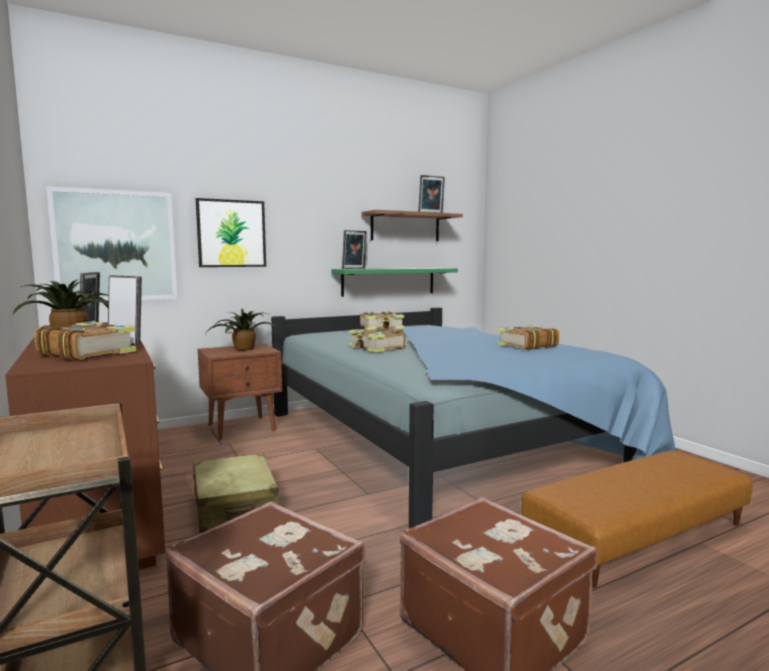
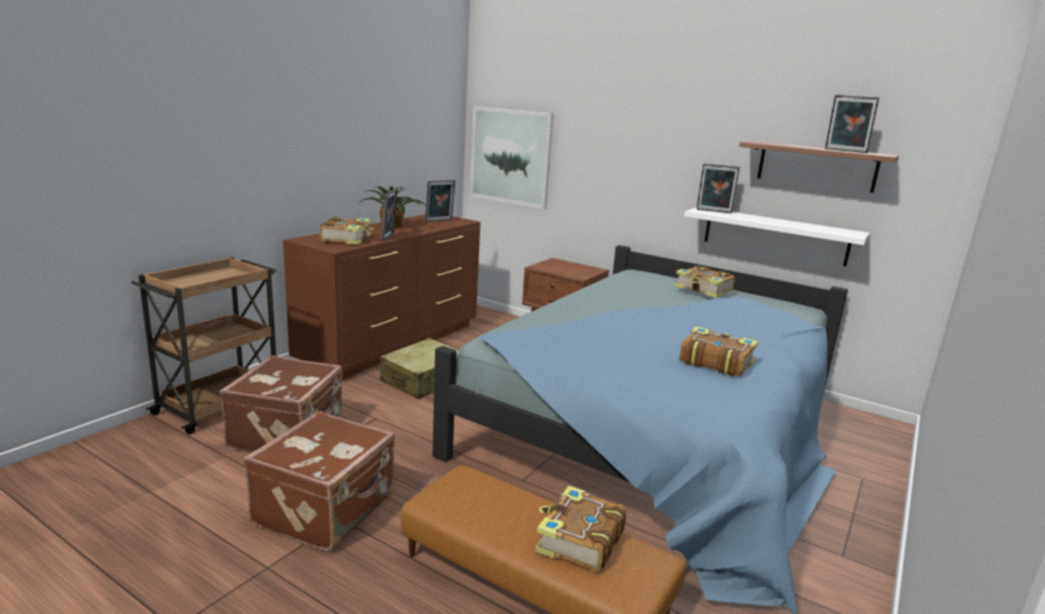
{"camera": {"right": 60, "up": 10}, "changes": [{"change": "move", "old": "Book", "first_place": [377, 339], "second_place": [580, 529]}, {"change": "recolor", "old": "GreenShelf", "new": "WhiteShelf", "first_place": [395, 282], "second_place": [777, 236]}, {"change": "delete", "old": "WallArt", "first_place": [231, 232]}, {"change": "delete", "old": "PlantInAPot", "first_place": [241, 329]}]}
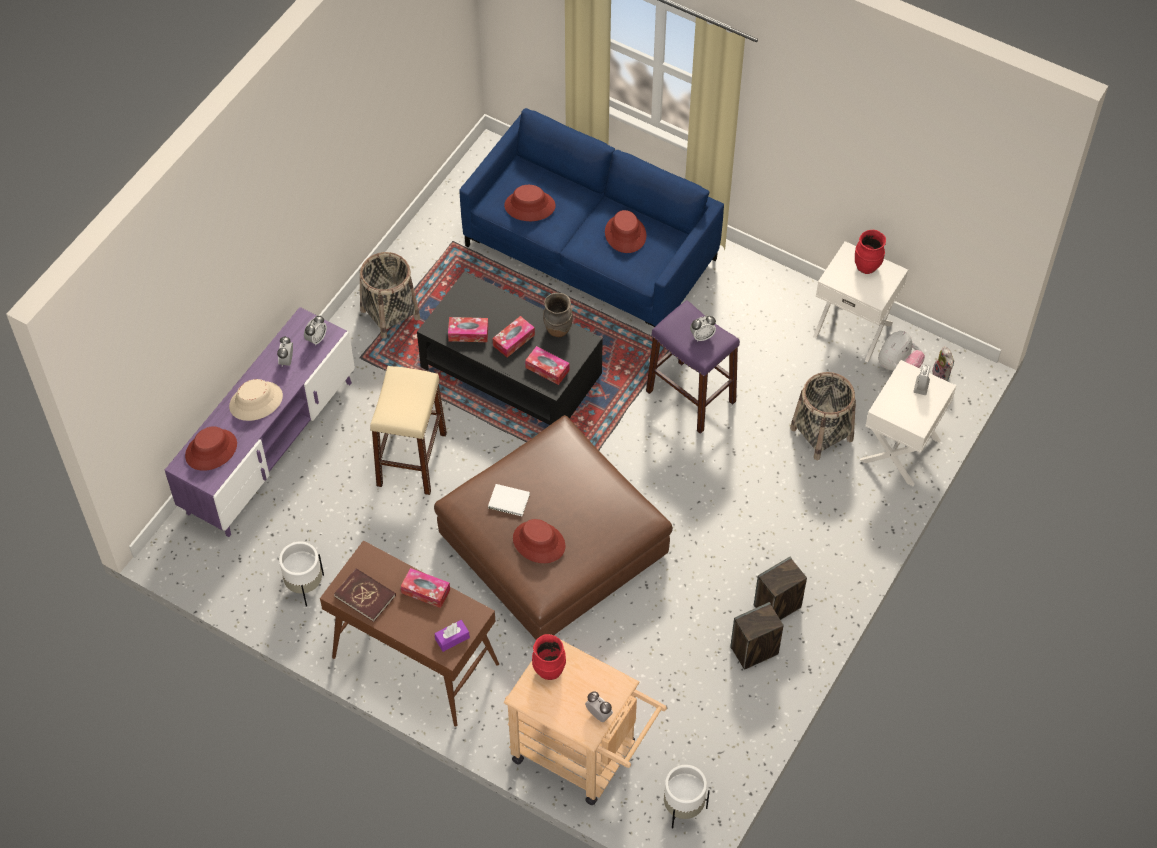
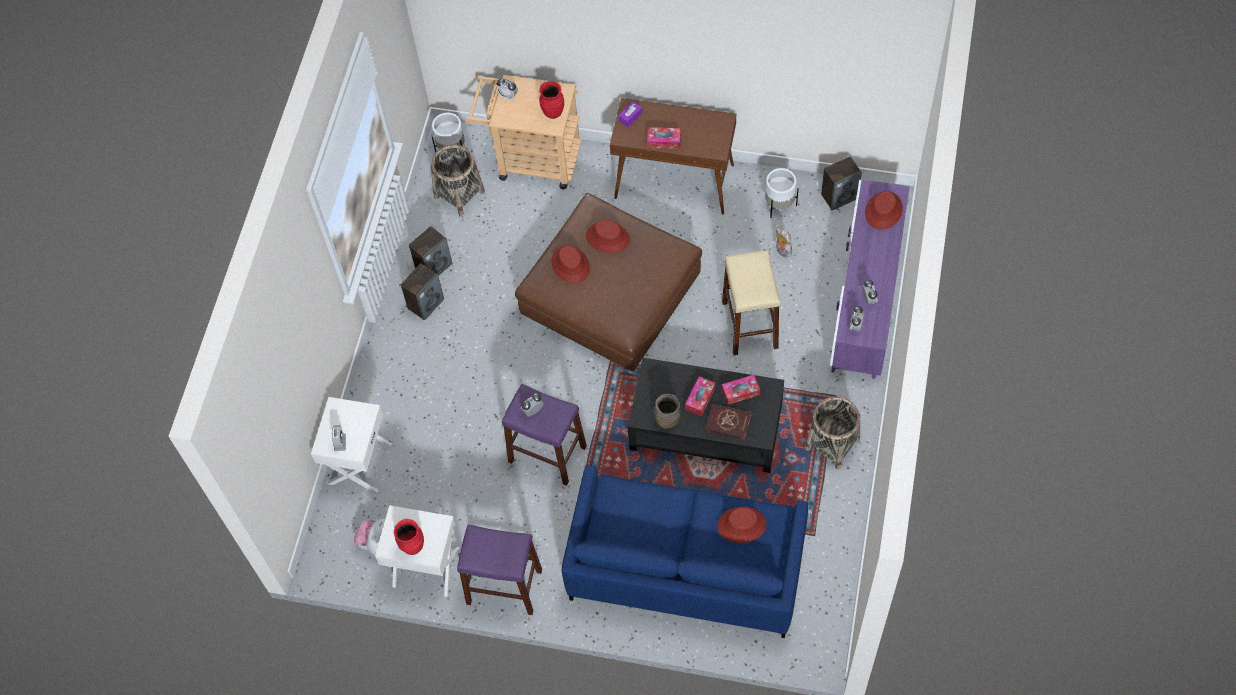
{"camera": {"right": 165, "up": 5}, "changes": [{"change": "move", "old": "Basket", "first_place": [823, 416], "second_place": [458, 180]}, {"change": "insert", "new": "PurpleStoolSeat", "second_place": [499, 570]}, {"change": "move", "old": "RedClothingHat", "first_place": [625, 231], "second_place": [570, 264]}, {"change": "move", "old": "RedBook", "first_place": [365, 595], "second_place": [728, 422]}, {"change": "move", "old": "SoftToy", "first_place": [943, 363], "second_place": [784, 242]}, {"change": "insert", "new": "Speaker", "second_place": [841, 183]}, {"change": "delete", "old": "BeigeColouredClothingHat", "first_place": [256, 400]}, {"change": "delete", "old": "WhiteBook", "first_place": [509, 500]}, {"change": "delete", "old": "BoxOfTissues", "first_place": [547, 365]}]}
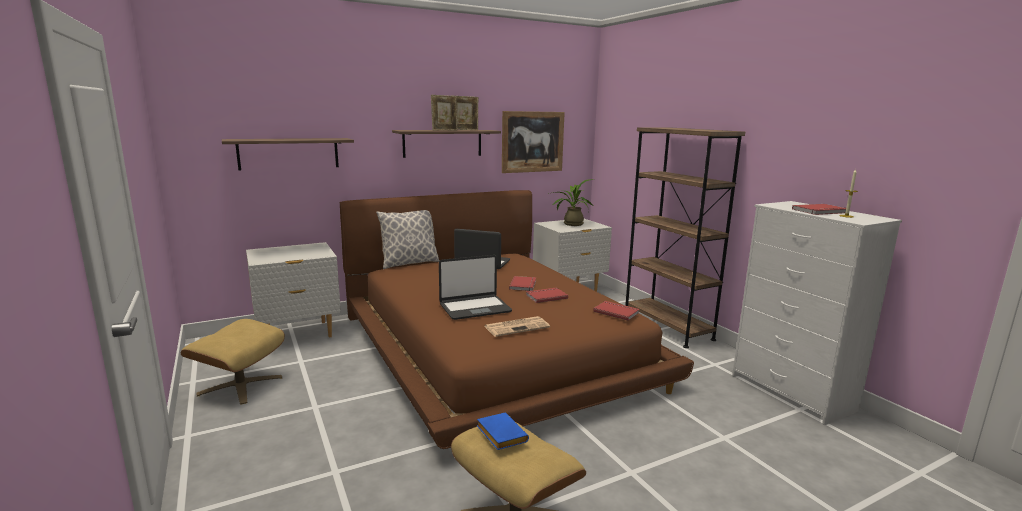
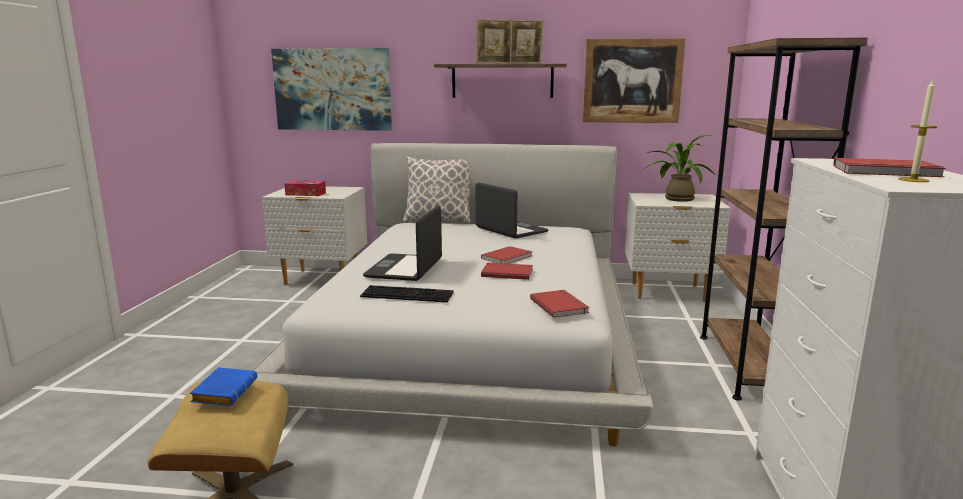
{"camera": {"right": 35, "up": 0}, "changes": [{"change": "recolor", "old": "BrownishBed", "new": "WhiteBed", "first_place": [516, 319], "second_place": [452, 294]}, {"change": "replace", "old": "Shelf", "new": "WallArt", "first_place": [288, 154], "second_place": [331, 89]}, {"change": "insert", "new": "BoxOfTissues", "second_place": [305, 188]}, {"change": "replace", "old": "PrintedPaper", "new": "Keyboard", "first_place": [517, 326], "second_place": [407, 293]}, {"change": "rotate", "old": "Laptop", "first_place": [475, 287], "second_place": [402, 243], "degrees": 90}, {"change": "delete", "old": "BeigeColouredPouffe", "first_place": [233, 362]}]}
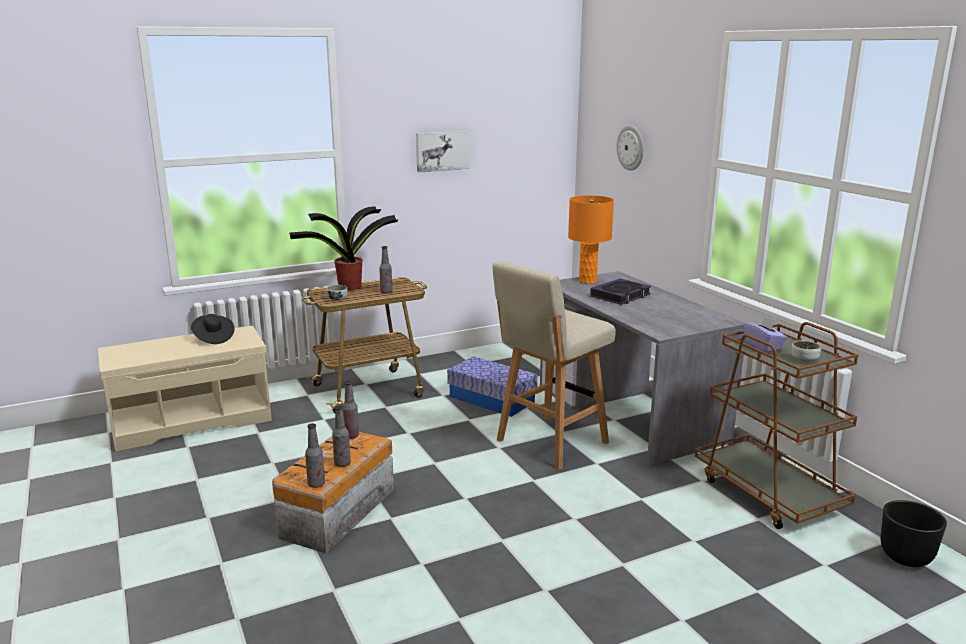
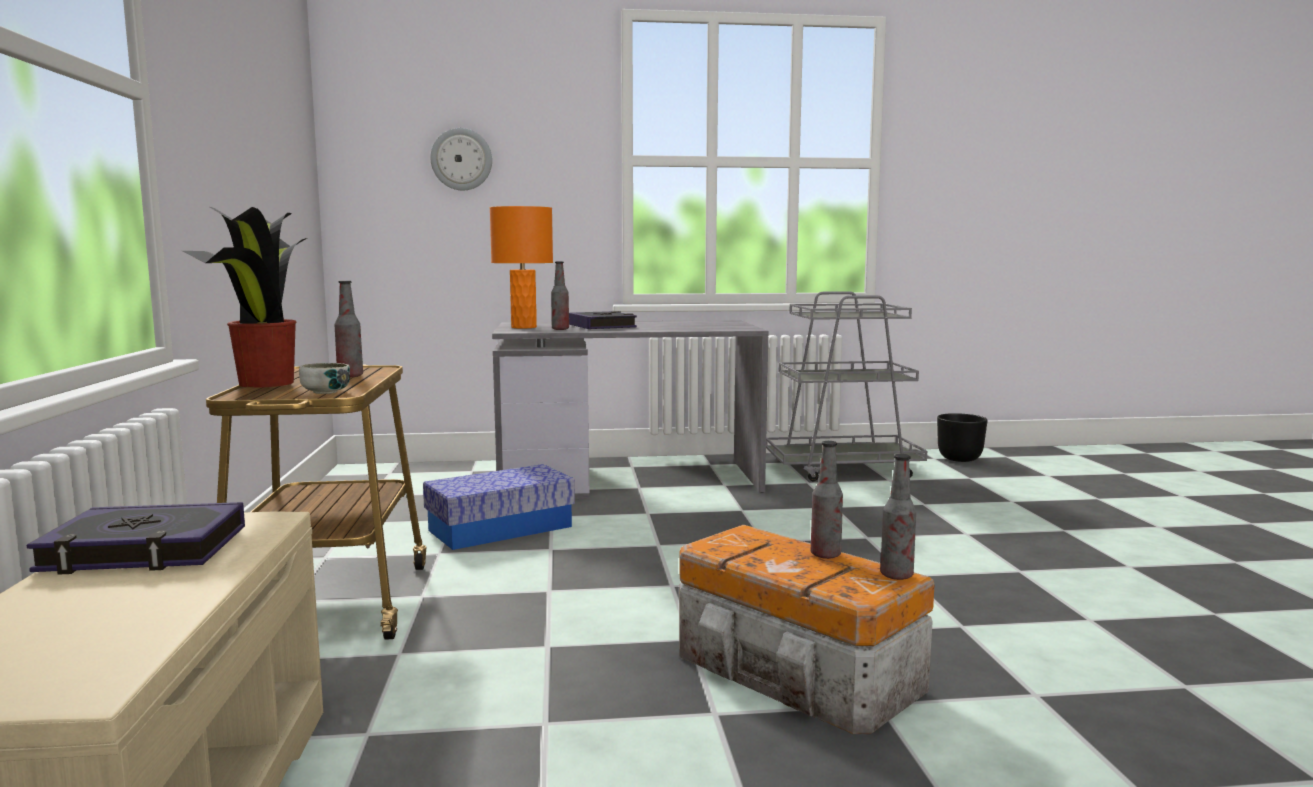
{"camera": {"right": -70, "up": -10}, "changes": [{"change": "replace", "old": "BlackClothingHat", "new": "Book", "first_place": [213, 329], "second_place": [136, 538]}, {"change": "move", "old": "Bottle", "first_place": [351, 410], "second_place": [560, 295]}, {"change": "recolor", "old": "BrownishCart", "new": "GrayCart", "first_place": [776, 425], "second_place": [846, 386]}, {"change": "delete", "old": "WallArt", "first_place": [442, 152]}, {"change": "delete", "old": "BeigeColouredStoolSeat", "first_place": [554, 365]}, {"change": "delete", "old": "PurpleBoxOfTissues", "first_place": [765, 334]}, {"change": "delete", "old": "ServingBowl", "first_place": [806, 351]}]}
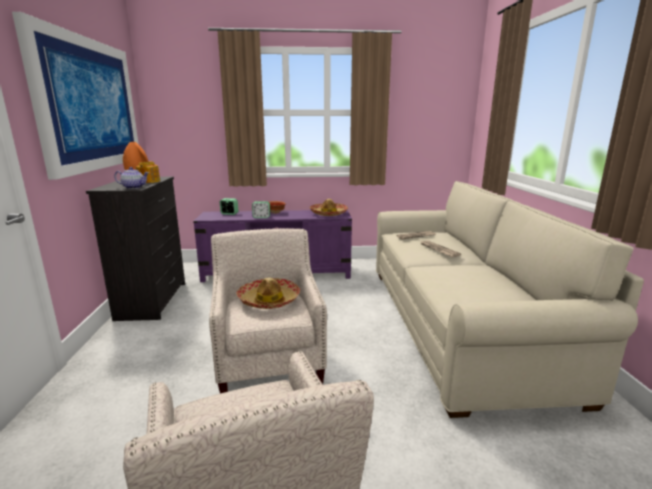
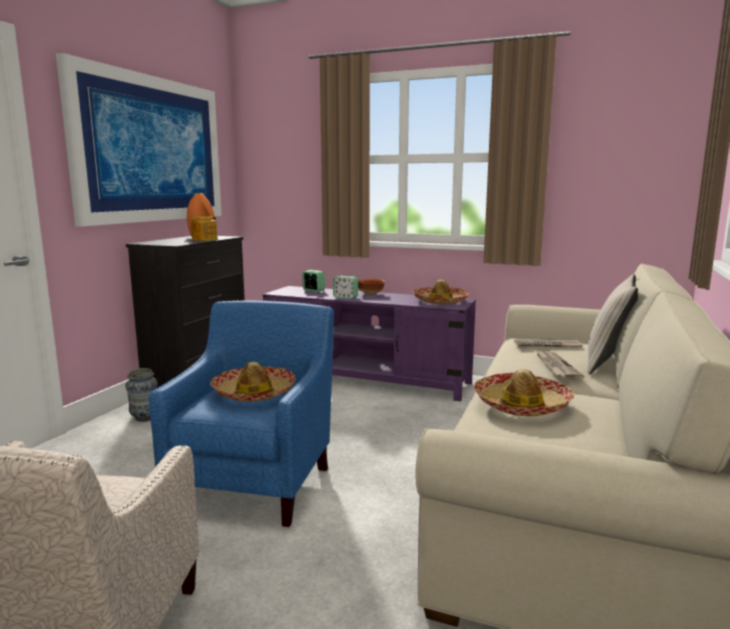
{"camera": {"right": 25, "up": -5}, "changes": [{"change": "insert", "new": "Vase", "second_place": [142, 395]}, {"change": "recolor", "old": "BeigeColouredEasyChair", "new": "BlueEasyChair", "first_place": [268, 310], "second_place": [241, 413]}, {"change": "insert", "new": "ClothingHat", "second_place": [524, 392]}, {"change": "insert", "new": "BeigeColouredThrowPillow", "second_place": [613, 324]}, {"change": "delete", "old": "PotForTea", "first_place": [131, 178]}]}
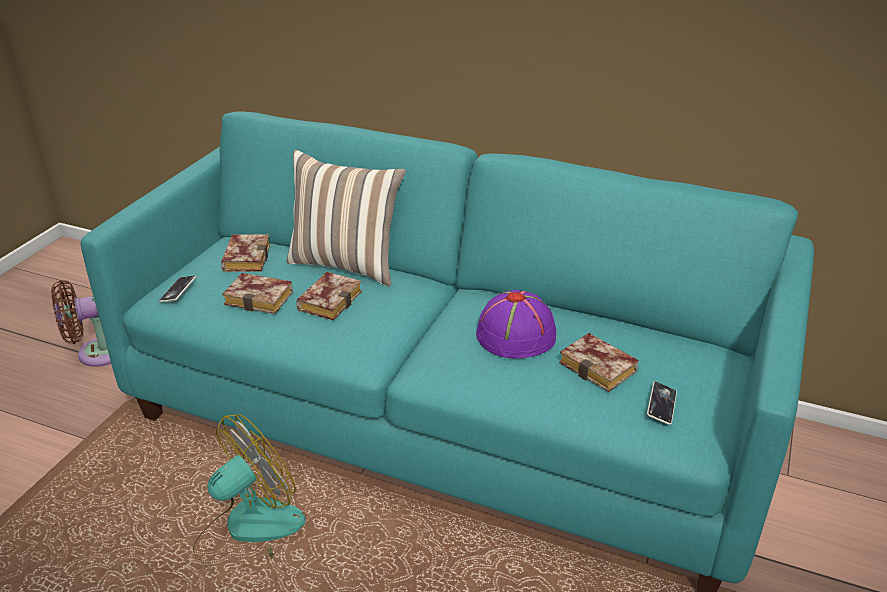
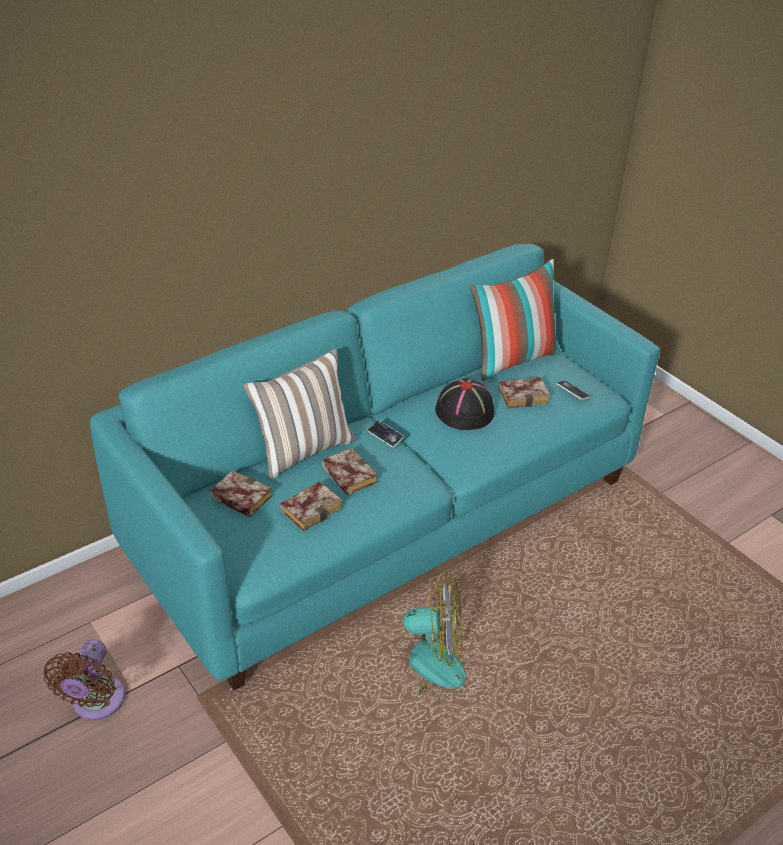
{"camera": {"right": -60, "up": 5}, "changes": [{"change": "move", "old": "Handset", "first_place": [177, 289], "second_place": [385, 433]}, {"change": "rotate", "old": "CoolingFan", "first_place": [249, 492], "second_place": [422, 633], "degrees": 105}, {"change": "recolor", "old": "PurpleClothingHat", "new": "BlackClothingHat", "first_place": [516, 324], "second_place": [464, 404]}, {"change": "insert", "new": "ThrowPillow", "second_place": [516, 320]}]}
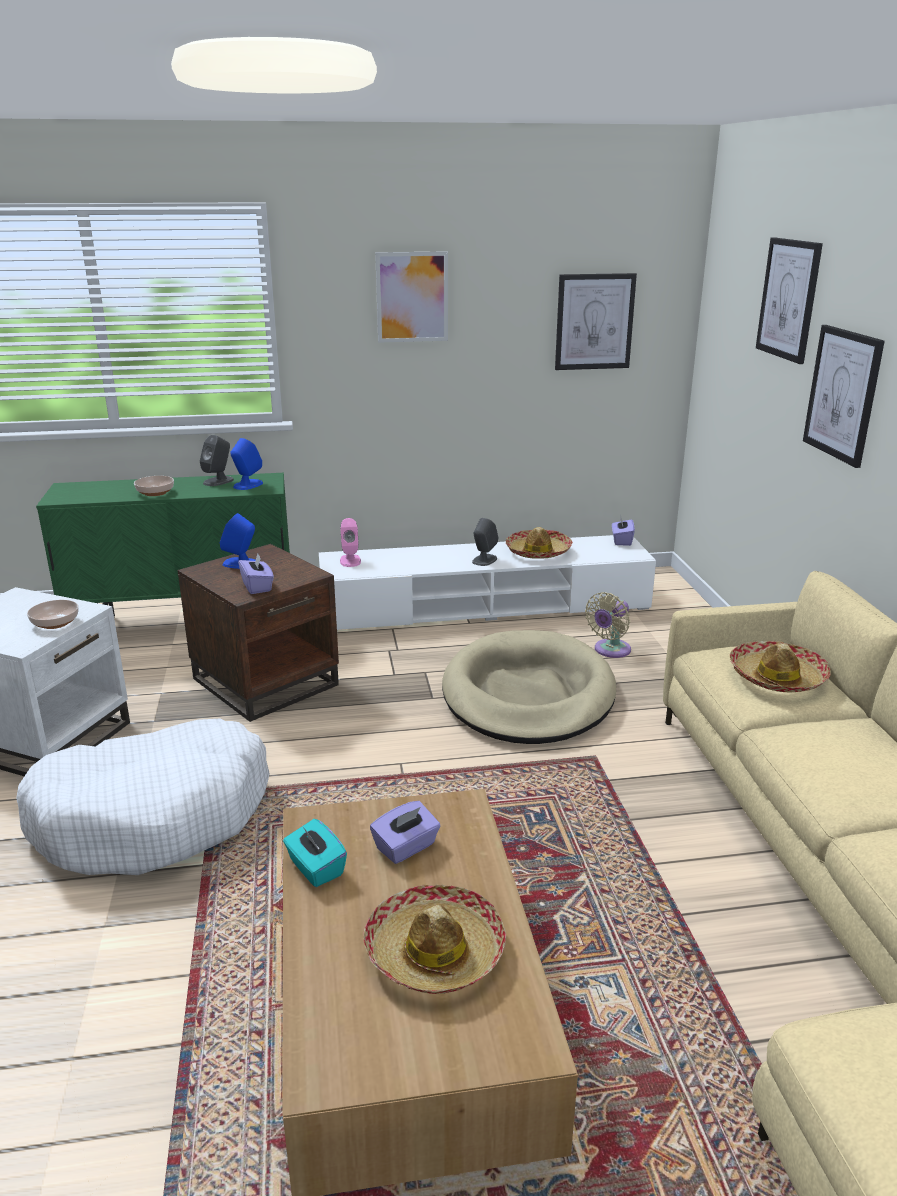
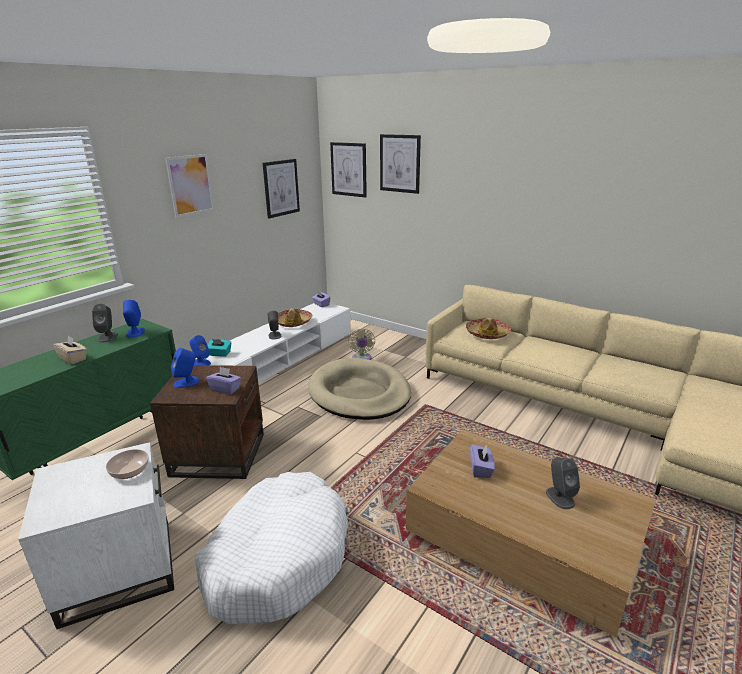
{"camera": {"right": -45, "up": 0}, "changes": [{"change": "replace", "old": "ServingBowl", "new": "BeigeColouredBoxOfTissues", "first_place": [154, 486], "second_place": [70, 350]}, {"change": "recolor", "old": "PinkSpeaker", "new": "BlueSpeaker", "first_place": [350, 542], "second_place": [200, 350]}, {"change": "move", "old": "TurquoiseBoxOfTissues", "first_place": [315, 853], "second_place": [219, 348]}, {"change": "move", "old": "WallArt", "first_place": [844, 396], "second_place": [348, 170]}, {"change": "replace", "old": "ClothingHat", "new": "GraySpeaker", "first_place": [434, 939], "second_place": [563, 483]}]}
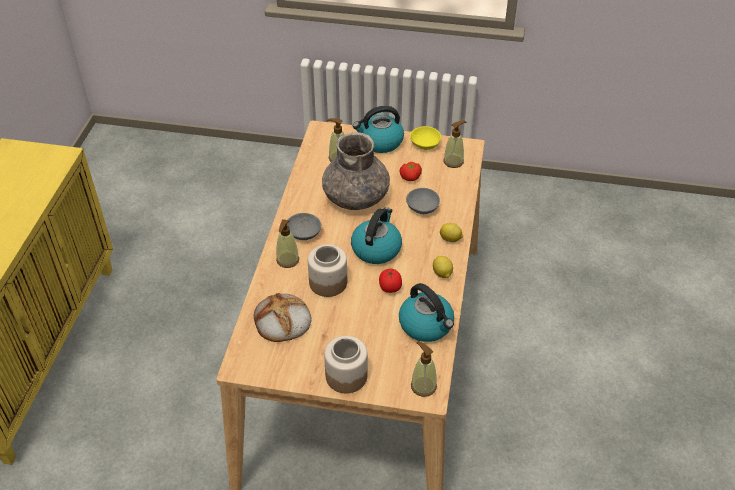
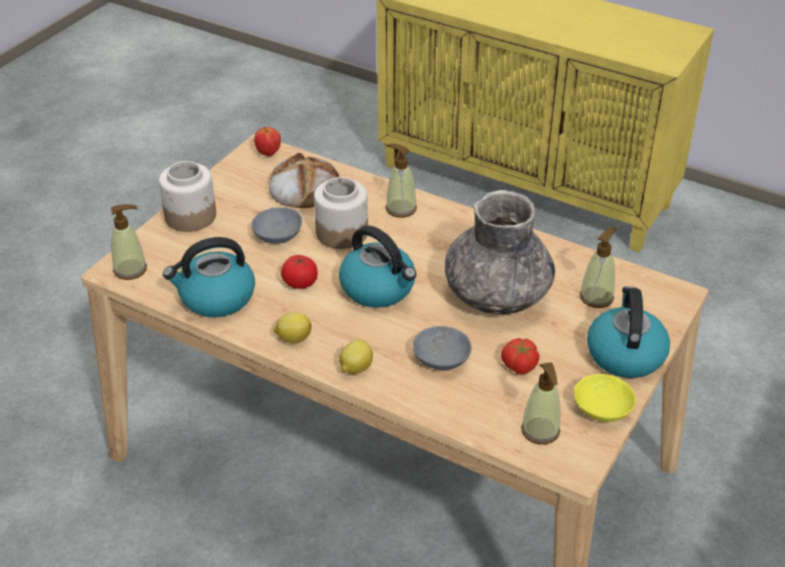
{"camera": {"right": 110, "up": -5}, "changes": [{"change": "move", "old": "GrayServingBowl", "first_place": [304, 226], "second_place": [276, 225]}, {"change": "insert", "new": "AppleFruit", "second_place": [267, 141]}]}
